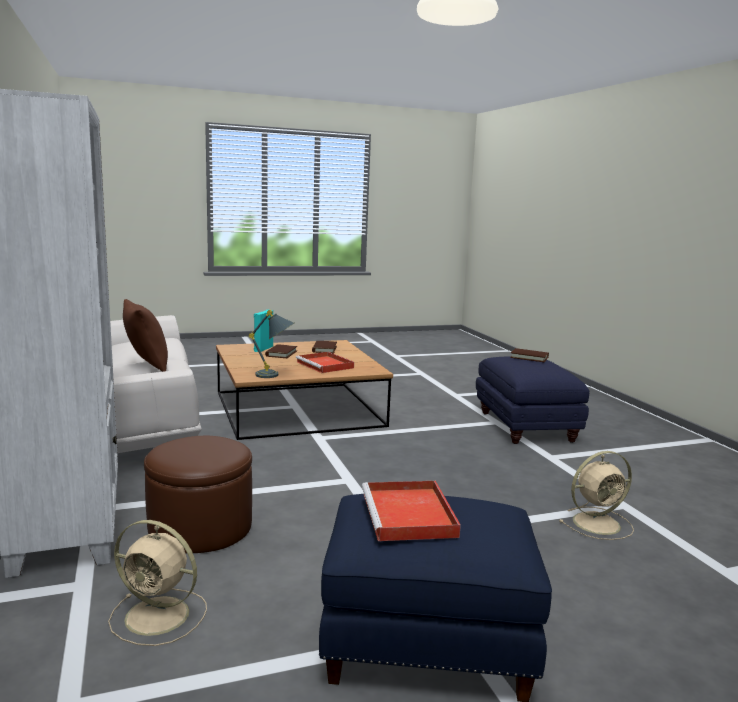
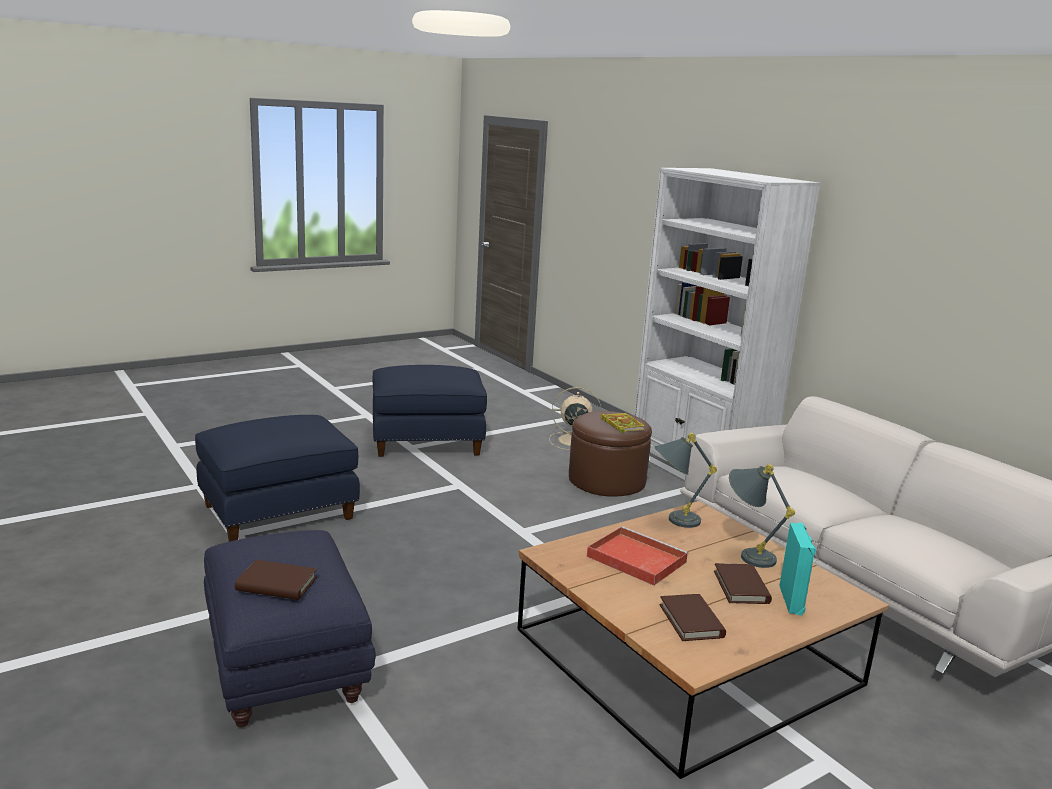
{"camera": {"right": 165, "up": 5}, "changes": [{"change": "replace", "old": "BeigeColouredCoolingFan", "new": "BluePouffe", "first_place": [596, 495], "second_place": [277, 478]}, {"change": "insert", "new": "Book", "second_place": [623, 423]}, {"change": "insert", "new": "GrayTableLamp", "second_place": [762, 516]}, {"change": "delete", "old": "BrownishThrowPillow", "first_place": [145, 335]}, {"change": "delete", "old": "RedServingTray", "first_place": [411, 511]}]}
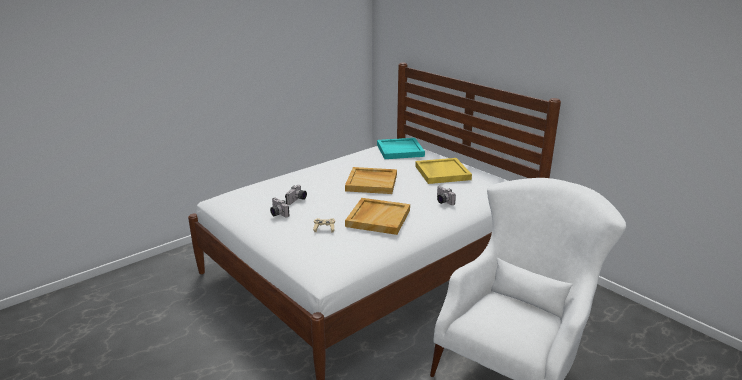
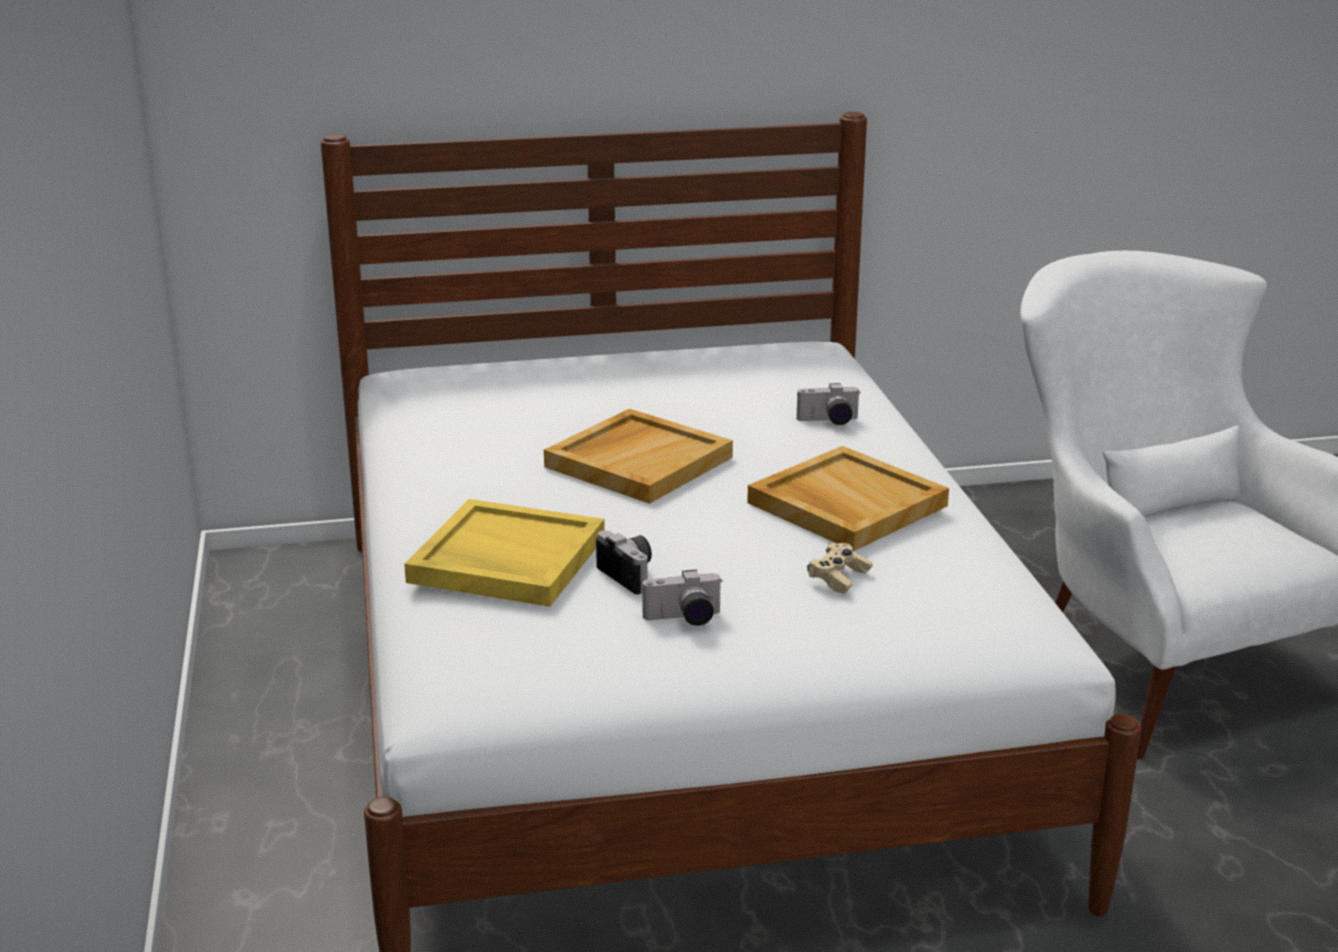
{"camera": {"right": -60, "up": 0}, "changes": [{"change": "move", "old": "YellowColouredServingTray", "first_place": [443, 171], "second_place": [504, 553]}, {"change": "delete", "old": "TurquoiseServingTray", "first_place": [401, 148]}]}
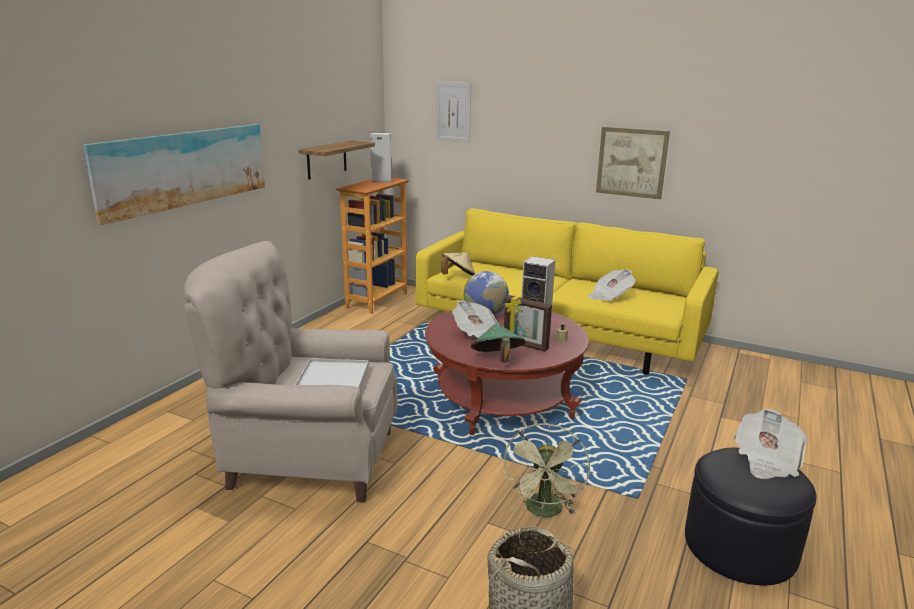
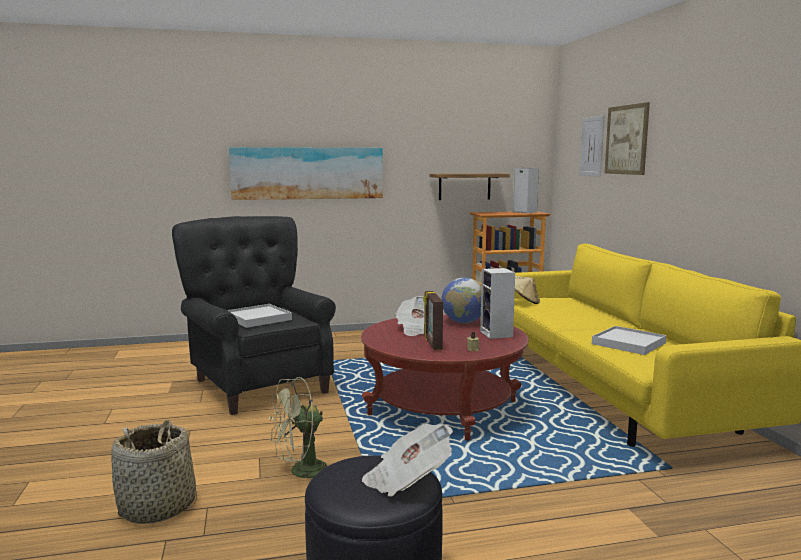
{"camera": {"right": 50, "up": -10}, "changes": [{"change": "recolor", "old": "BeigeColouredEasyChair", "new": "BlackEasyChair", "first_place": [291, 372], "second_place": [254, 315]}, {"change": "replace", "old": "PrintedPaper", "new": "WhiteServingTray", "first_place": [611, 285], "second_place": [629, 340]}, {"change": "move", "old": "WallArt", "first_place": [633, 163], "second_place": [627, 138]}, {"change": "delete", "old": "GreenClothingHat", "first_place": [498, 343]}]}
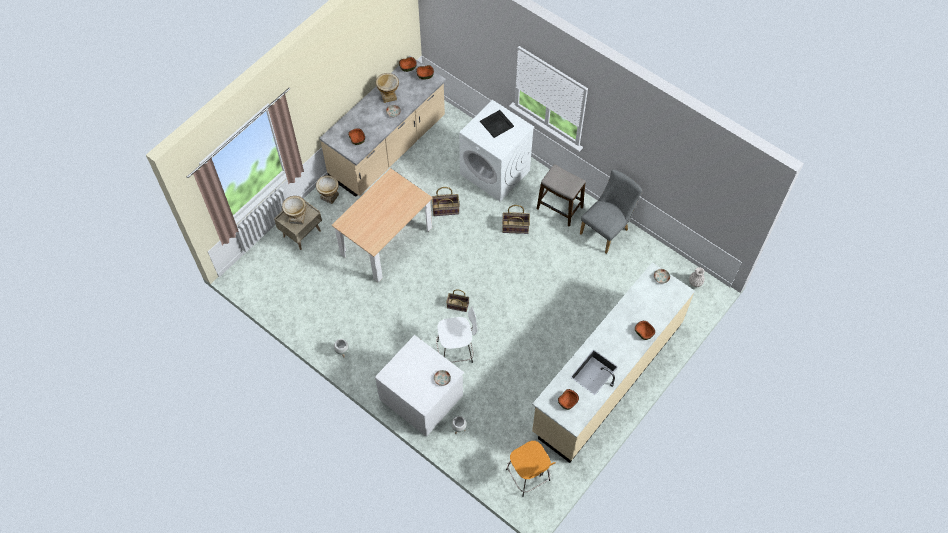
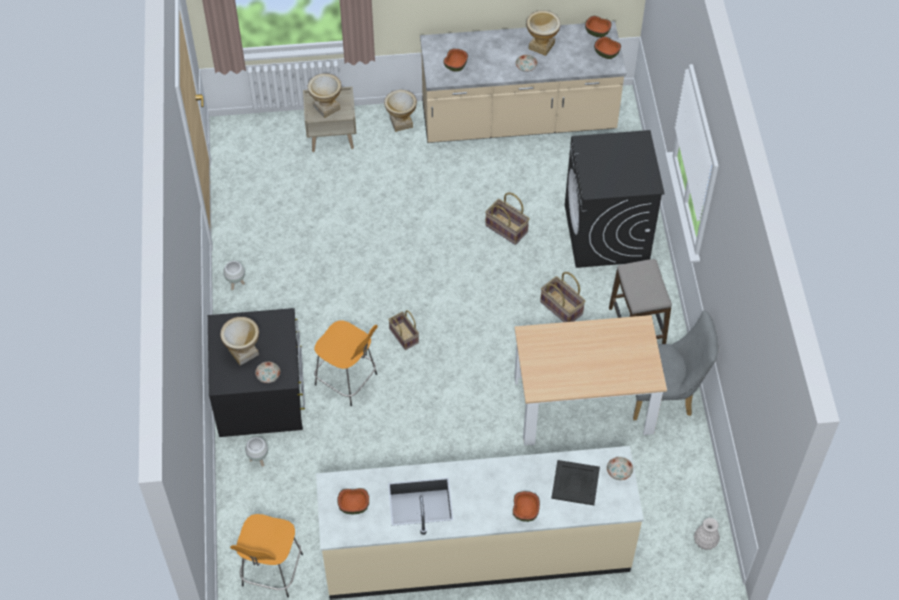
{"camera": {"right": 45, "up": -5}, "changes": [{"change": "recolor", "old": "WhiteDrawerChest", "new": "BlackDrawerChest", "first_place": [419, 386], "second_place": [256, 372]}, {"change": "insert", "new": "Vase", "second_place": [239, 341]}, {"change": "recolor", "old": "WhiteStoolSeat", "new": "OrangeColouredStoolSeat", "first_place": [456, 335], "second_place": [346, 363]}, {"change": "move", "old": "BeigeColouredDinnerTable", "first_place": [382, 225], "second_place": [590, 380]}, {"change": "move", "old": "BlackServingTray", "first_place": [497, 124], "second_place": [575, 482]}, {"change": "recolor", "old": "WhiteWashingMachine", "new": "BlackWashingMachine", "first_place": [496, 150], "second_place": [615, 199]}]}
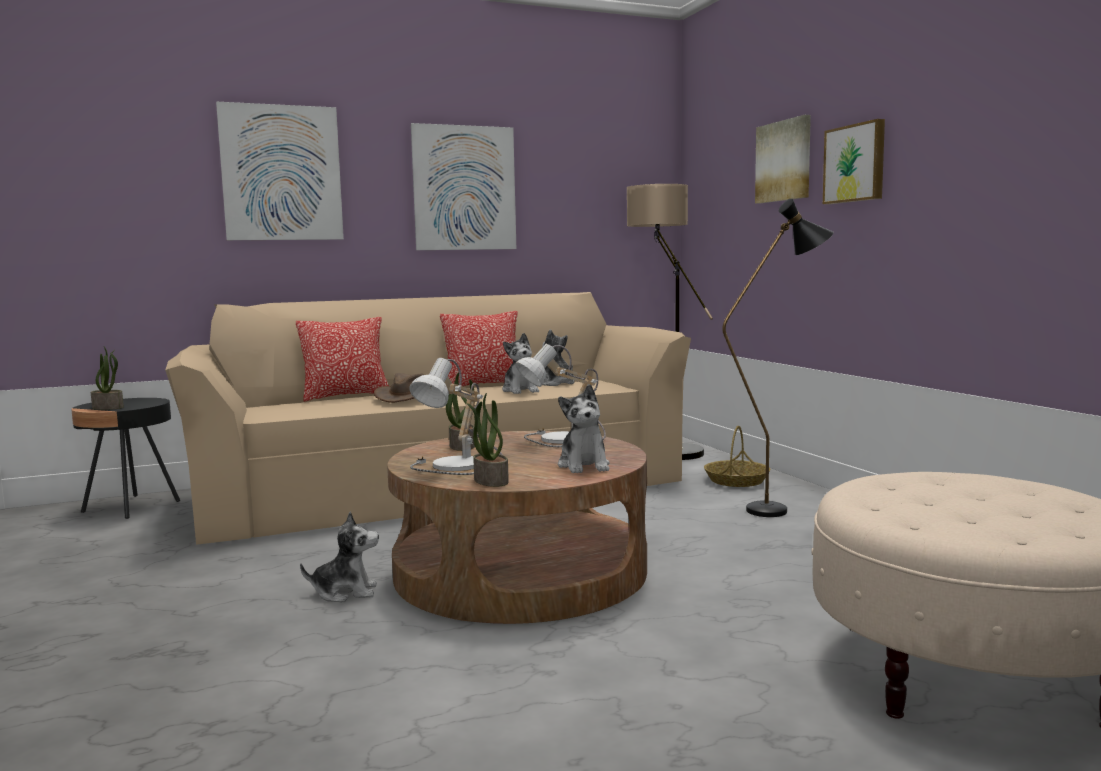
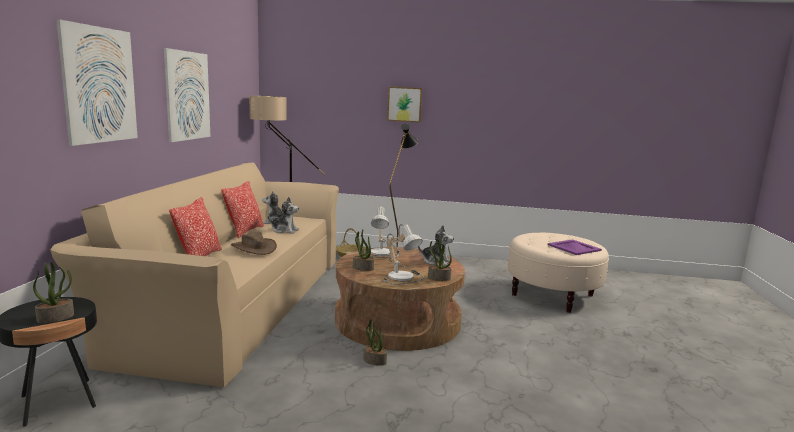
{"camera": {"right": -60, "up": 5}, "changes": [{"change": "replace", "old": "SoftToy", "new": "PlantInAPot", "first_place": [339, 557], "second_place": [375, 342]}, {"change": "insert", "new": "PurpleServingTray", "second_place": [575, 247]}, {"change": "delete", "old": "WallArt", "first_place": [783, 159]}]}
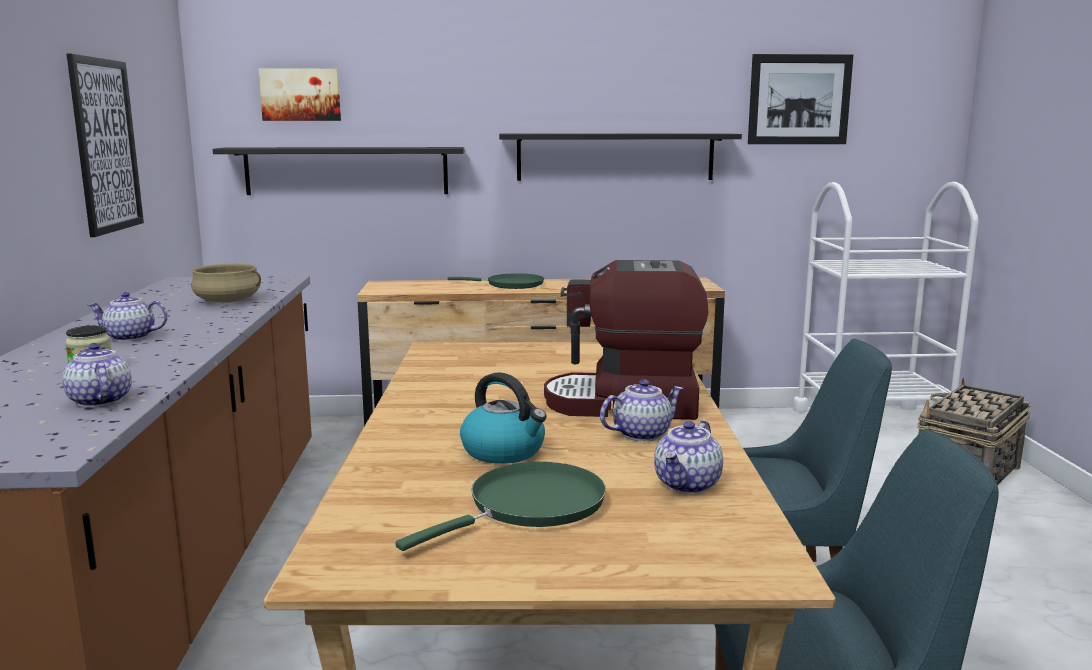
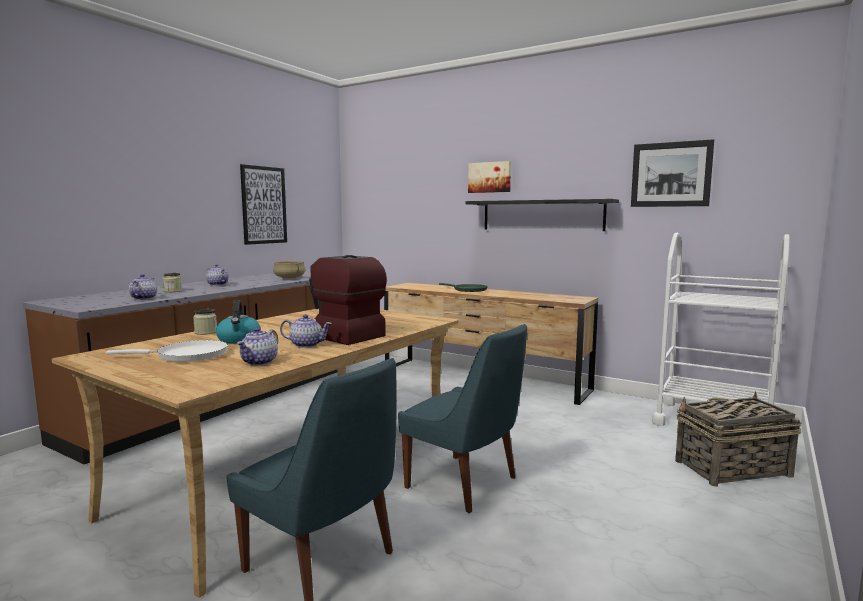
{"camera": {"right": 35, "up": -5}, "changes": [{"change": "recolor", "old": "GreenFryingPan", "new": "WhiteFryingPan", "first_place": [500, 506], "second_place": [167, 351]}, {"change": "insert", "new": "PreserveJar", "second_place": [205, 322]}, {"change": "rotate", "old": "PotForTea", "first_place": [688, 457], "second_place": [257, 346], "degrees": -45}, {"change": "move", "old": "WallArt", "first_place": [300, 94], "second_place": [489, 177]}, {"change": "delete", "old": "BlackShelf", "first_place": [339, 171]}]}
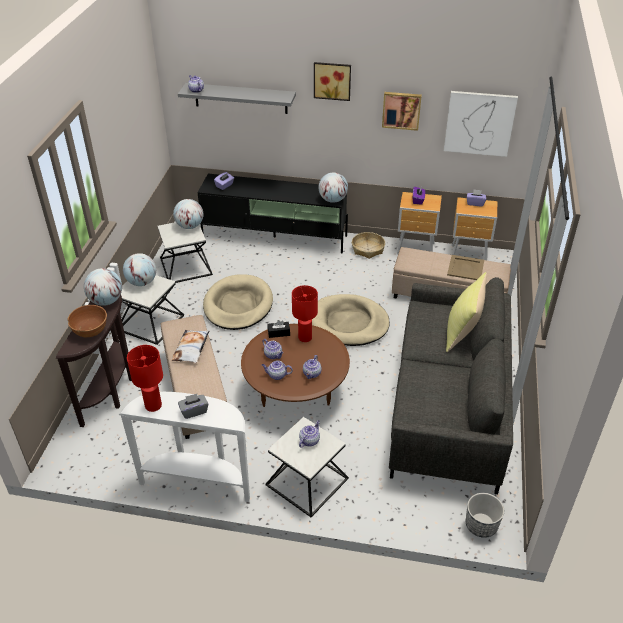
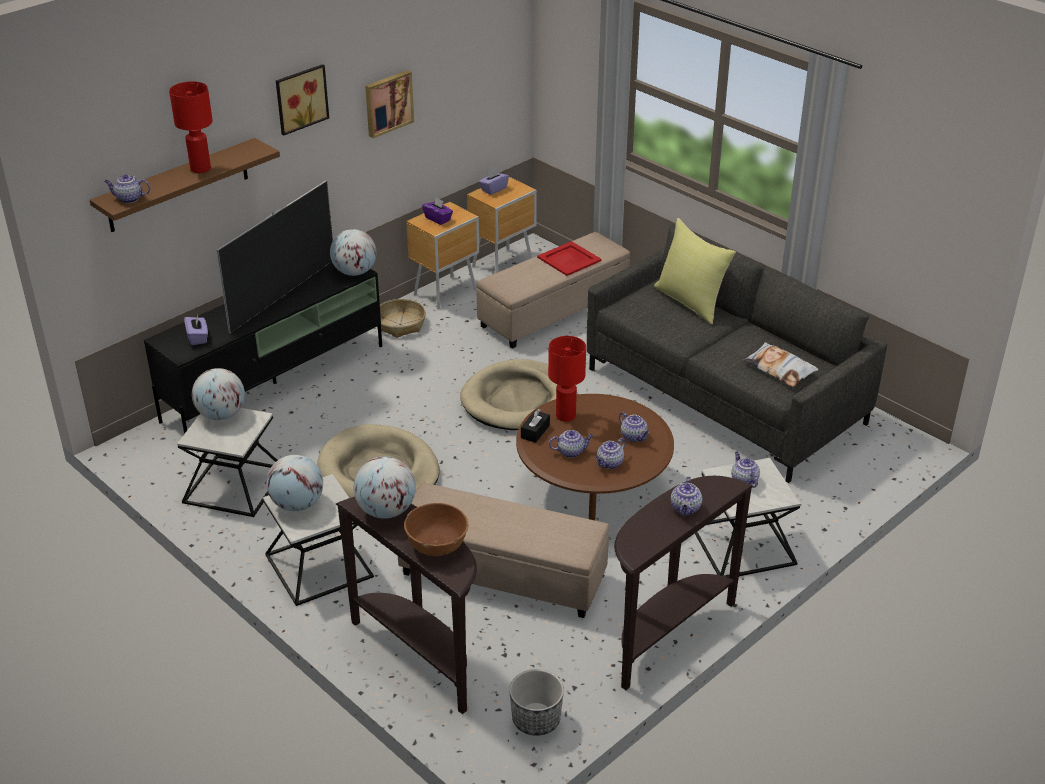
{"camera": {"right": -55, "up": -5}, "changes": [{"change": "recolor", "old": "GrayShelf", "new": "BrownishShelf", "first_place": [237, 98], "second_place": [185, 185]}, {"change": "move", "old": "RedTableLamp", "first_place": [145, 378], "second_place": [191, 127]}, {"change": "insert", "new": "Television", "second_place": [274, 257]}, {"change": "move", "old": "Planter", "first_place": [485, 515], "second_place": [536, 702]}, {"change": "recolor", "old": "BeigeColouredServingTray", "new": "RedServingTray", "first_place": [465, 267], "second_place": [569, 258]}, {"change": "recolor", "old": "WhiteConsoleTable", "new": "BrownishConsoleTable", "first_place": [184, 447], "second_place": [683, 583]}, {"change": "replace", "old": "GrayBoxOfTissues", "new": "PotForTea", "first_place": [193, 406], "second_place": [686, 496]}, {"change": "move", "old": "ThrowPillow", "first_place": [190, 346], "second_place": [781, 364]}, {"change": "delete", "old": "WallArt", "first_place": [481, 124]}]}
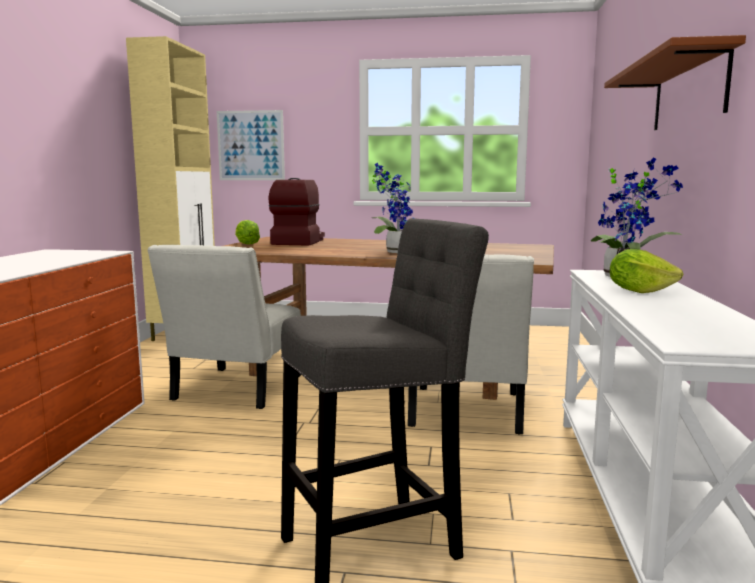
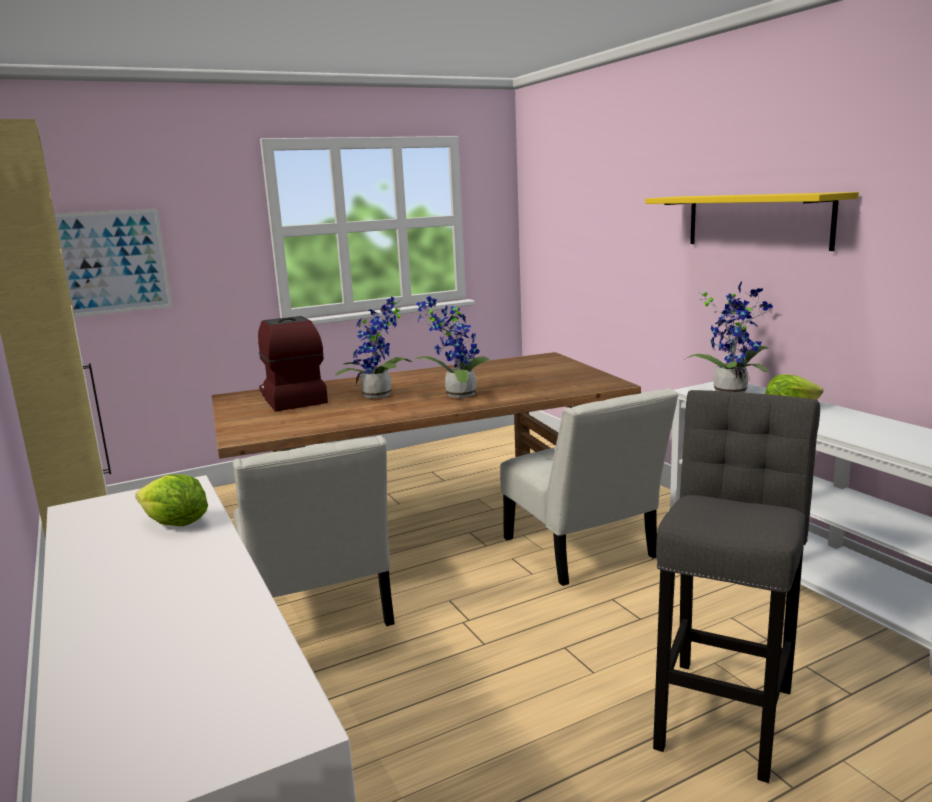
{"camera": {"right": -35, "up": 5}, "changes": [{"change": "move", "old": "LettuceHead", "first_place": [247, 232], "second_place": [171, 500]}, {"change": "insert", "new": "PlantInAPot", "second_place": [373, 347]}, {"change": "recolor", "old": "BrownishShelf", "new": "YellowColouredShelf", "first_place": [675, 82], "second_place": [752, 221]}]}
